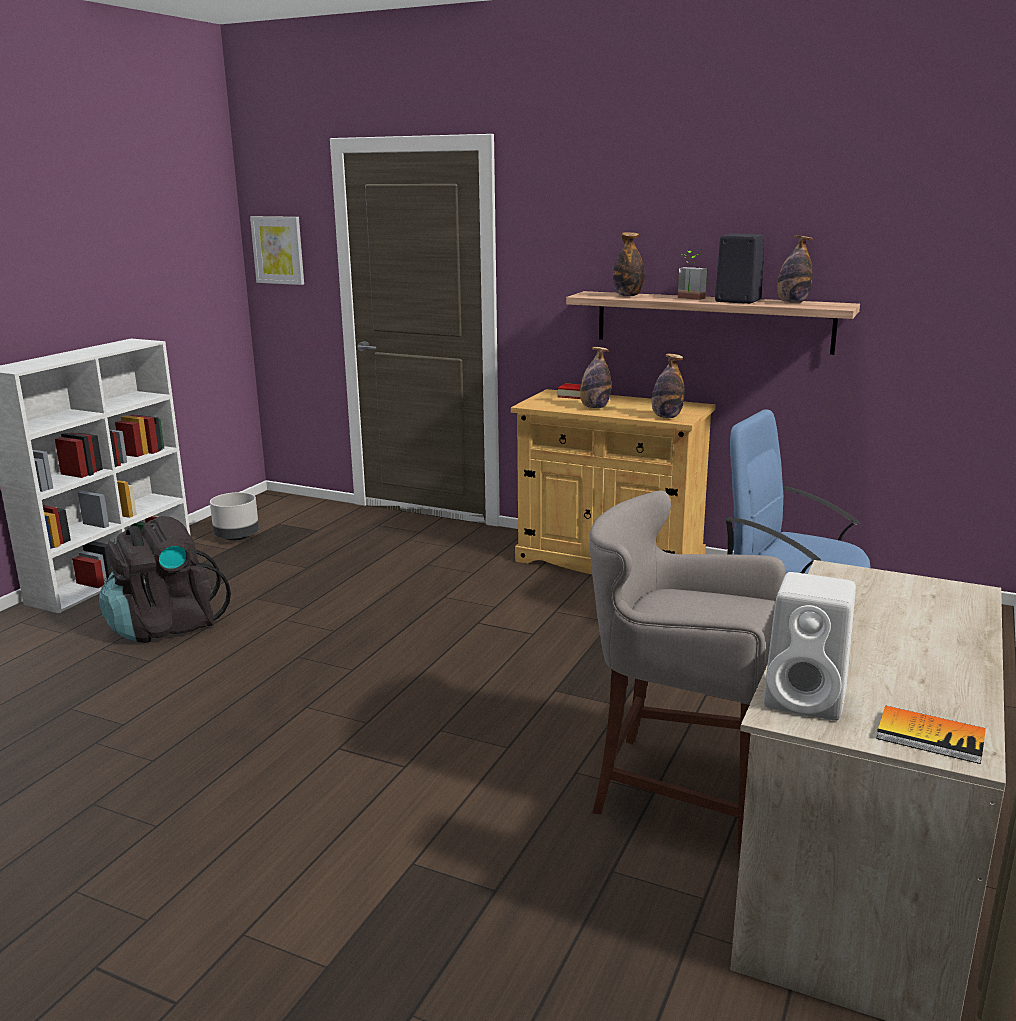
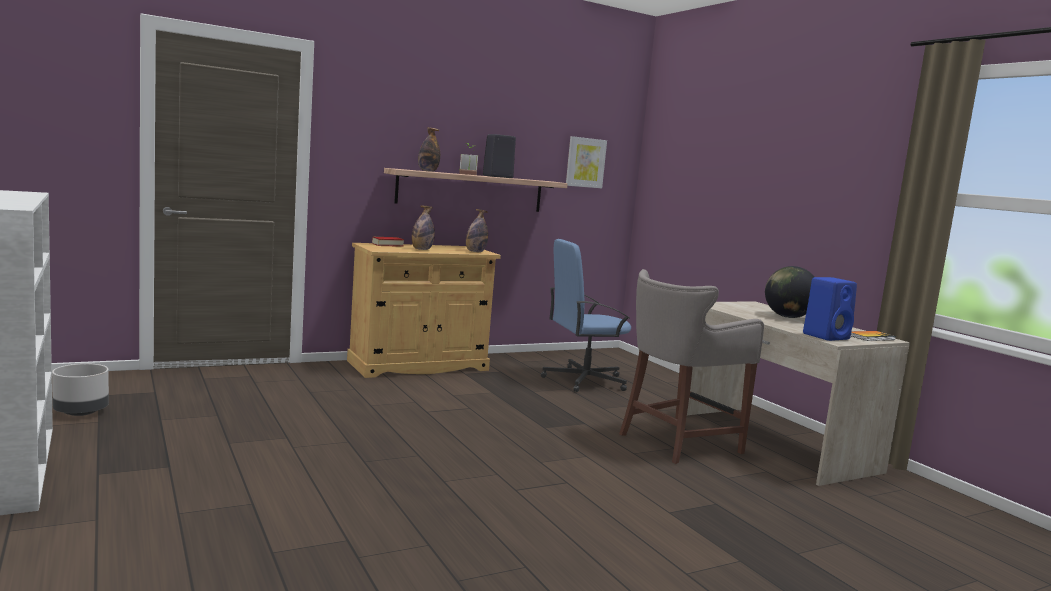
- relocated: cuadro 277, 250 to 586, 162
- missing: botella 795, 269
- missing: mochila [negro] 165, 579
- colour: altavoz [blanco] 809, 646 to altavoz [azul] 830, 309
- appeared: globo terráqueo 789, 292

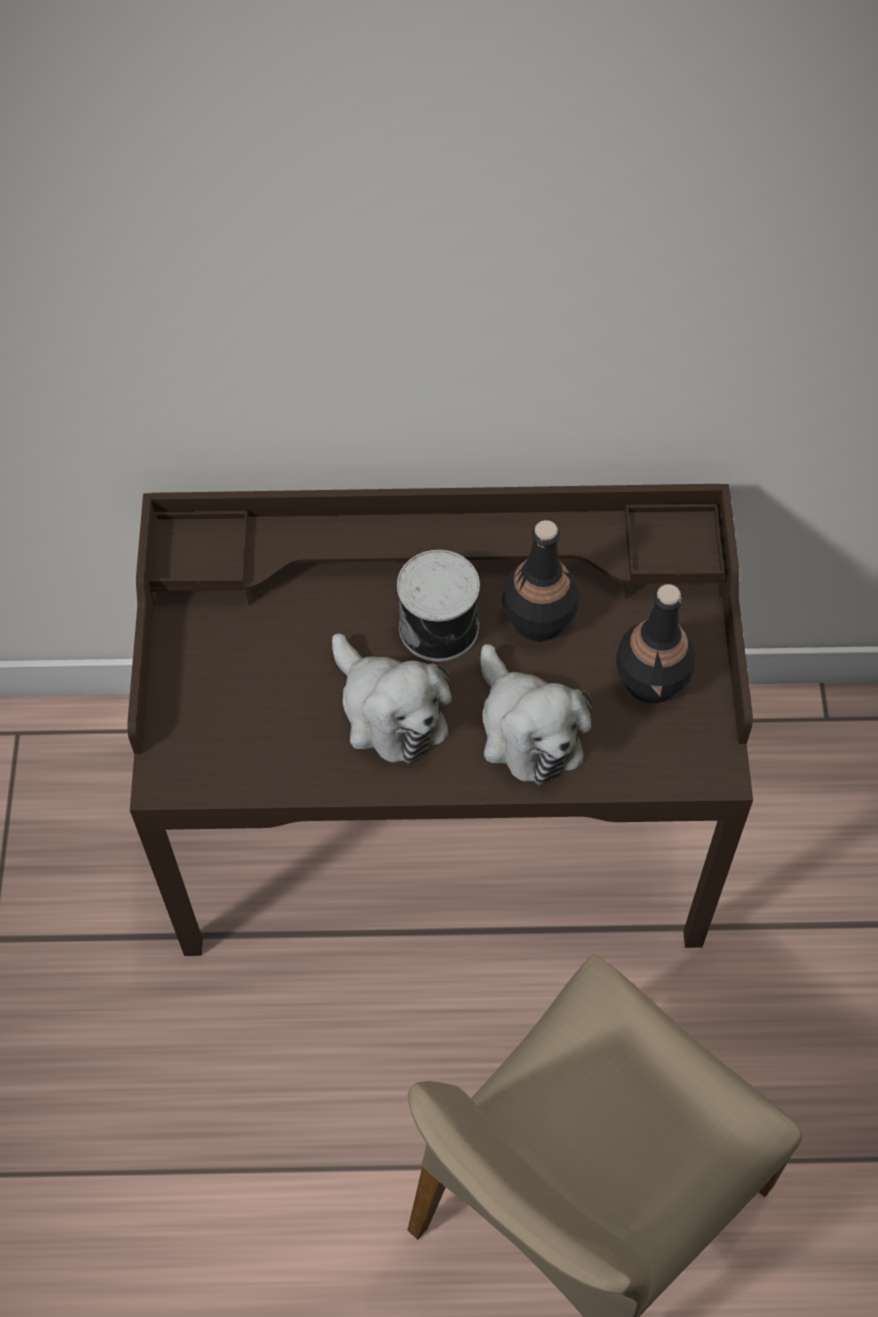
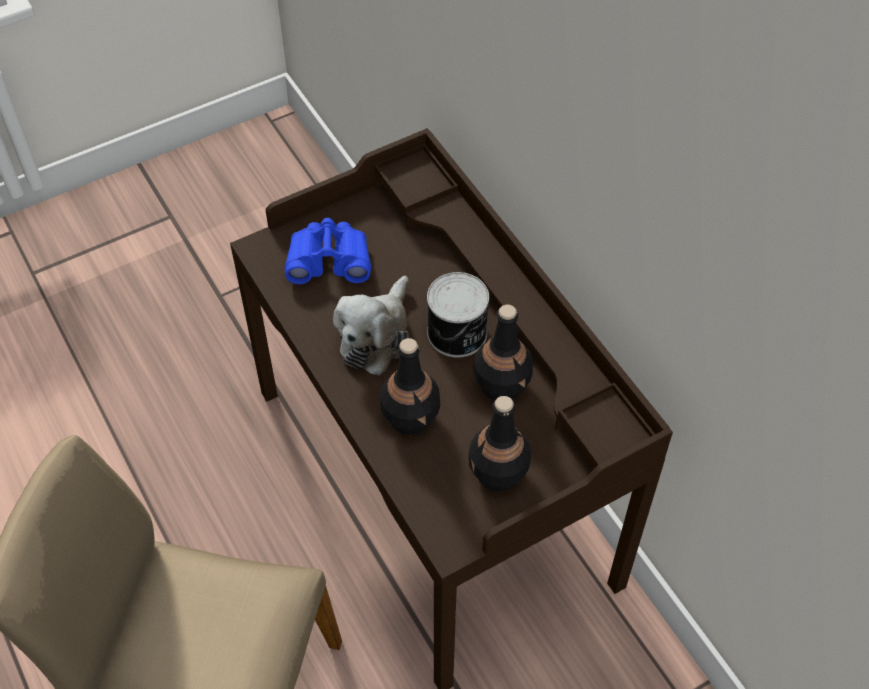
- exchanged: peluche 536, 714 to botella [negro] 410, 386
- appeared: prismáticos [azul] 328, 251

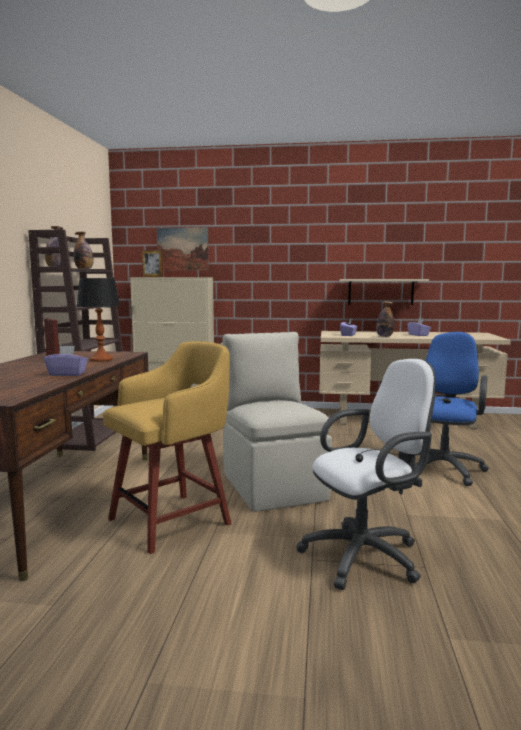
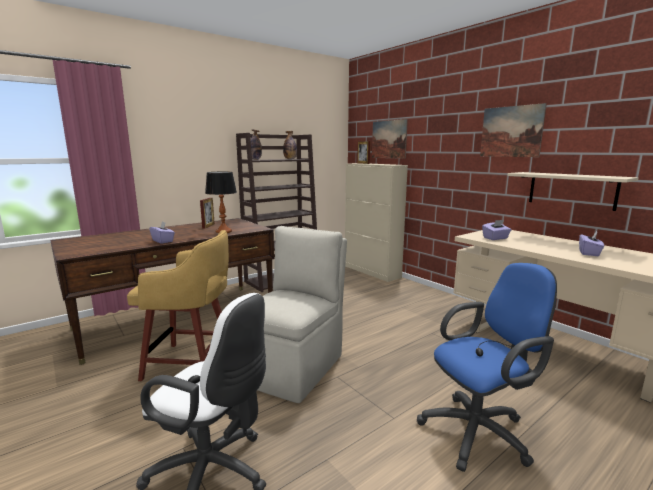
- missing: botella 385, 319
- appeared: cuadro 513, 130

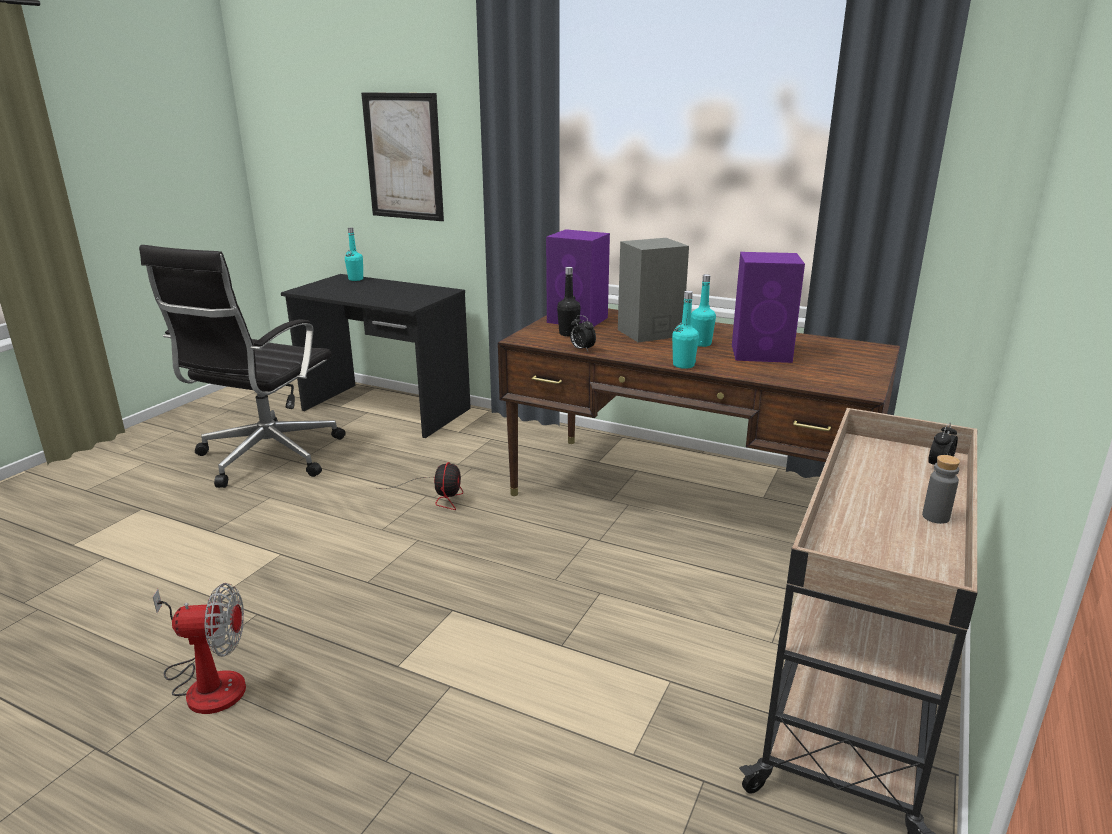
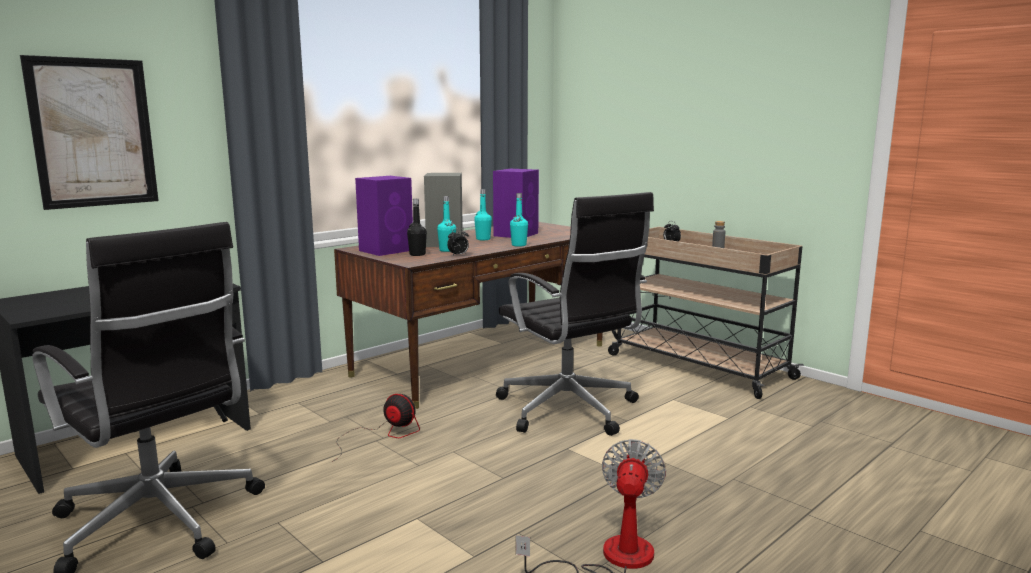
- relocated: botella [turquesa] 354, 254 to 446, 224
- appeared: silla de oficina [negro] 575, 314

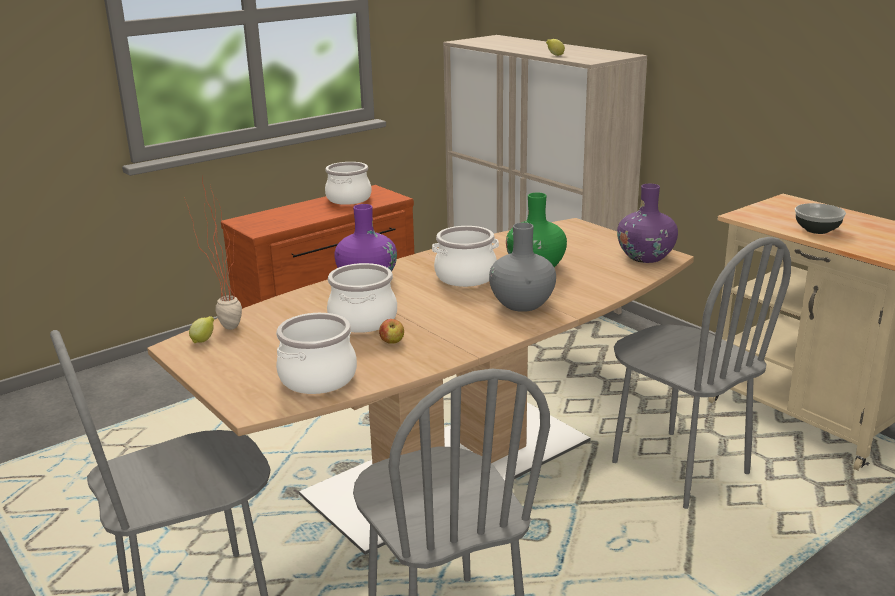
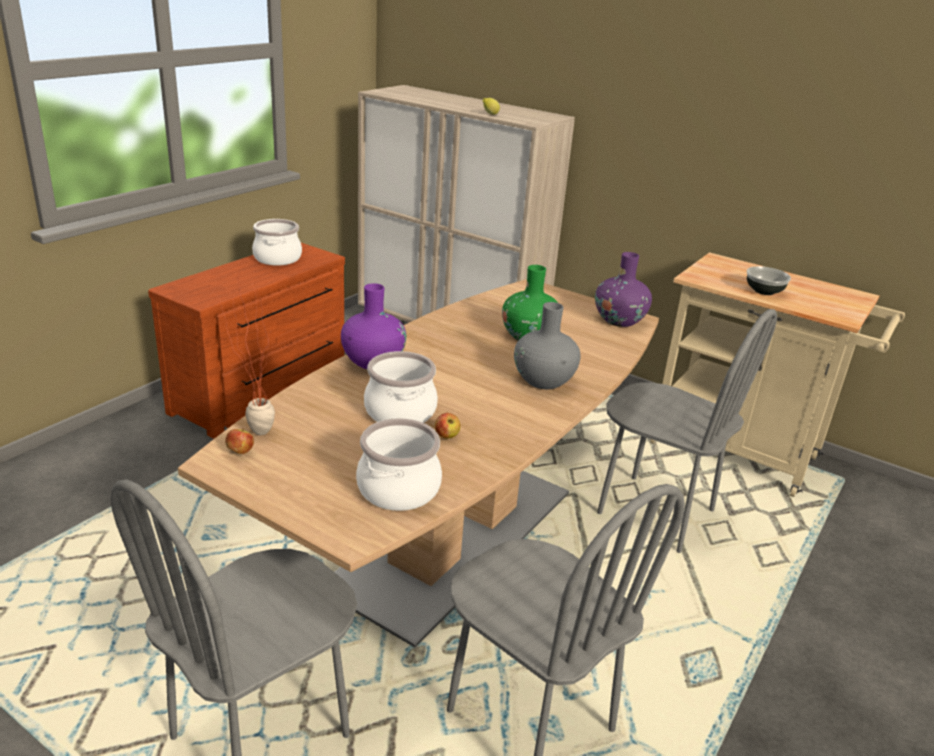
- missing: olla 465, 256
- exchanged: limón 201, 329 to manzana 239, 441

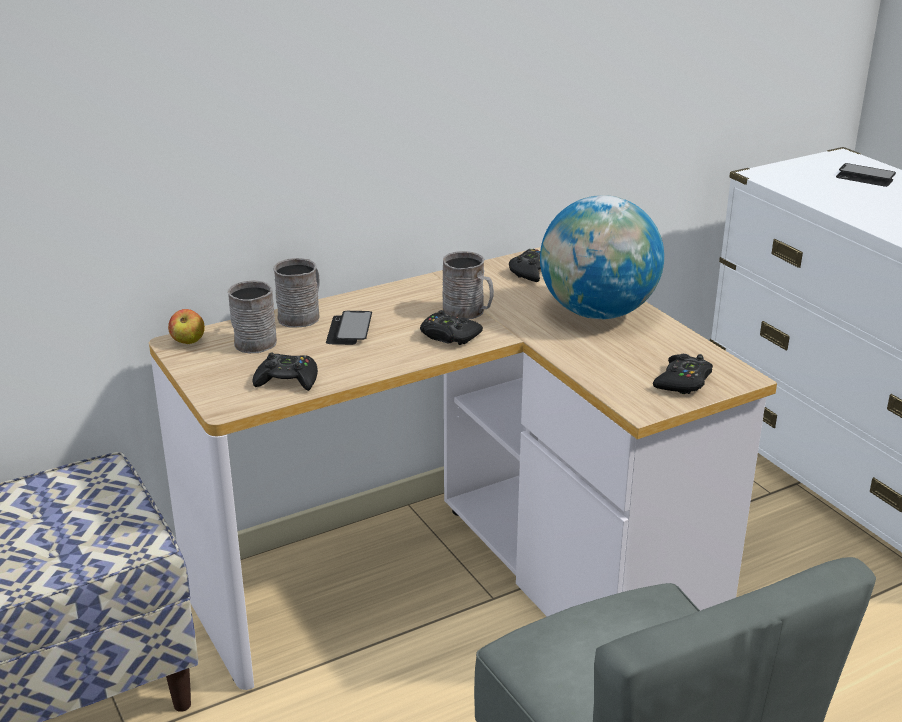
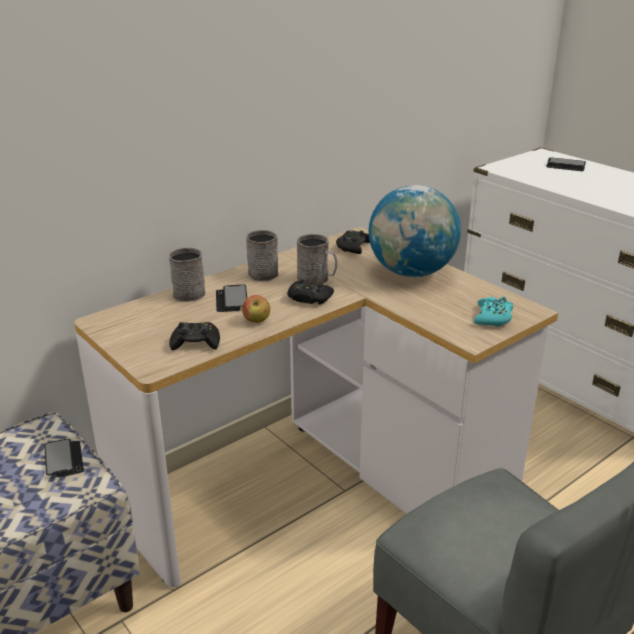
- relocated: taza grande [gris] 252, 316 to 262, 255
- relocated: manzana 186, 326 to 256, 309
- colour: mando de consola [negro] 683, 374 to mando de consola [turquesa] 493, 311
- appeared: móvil 64, 458

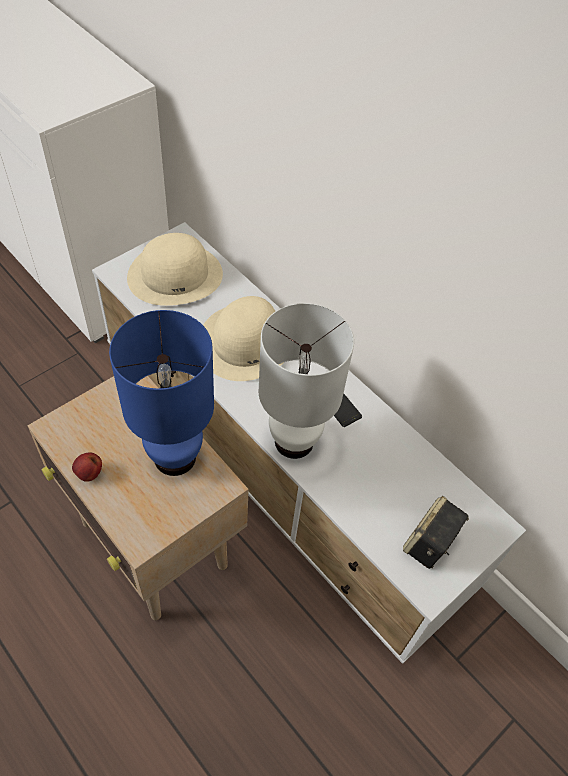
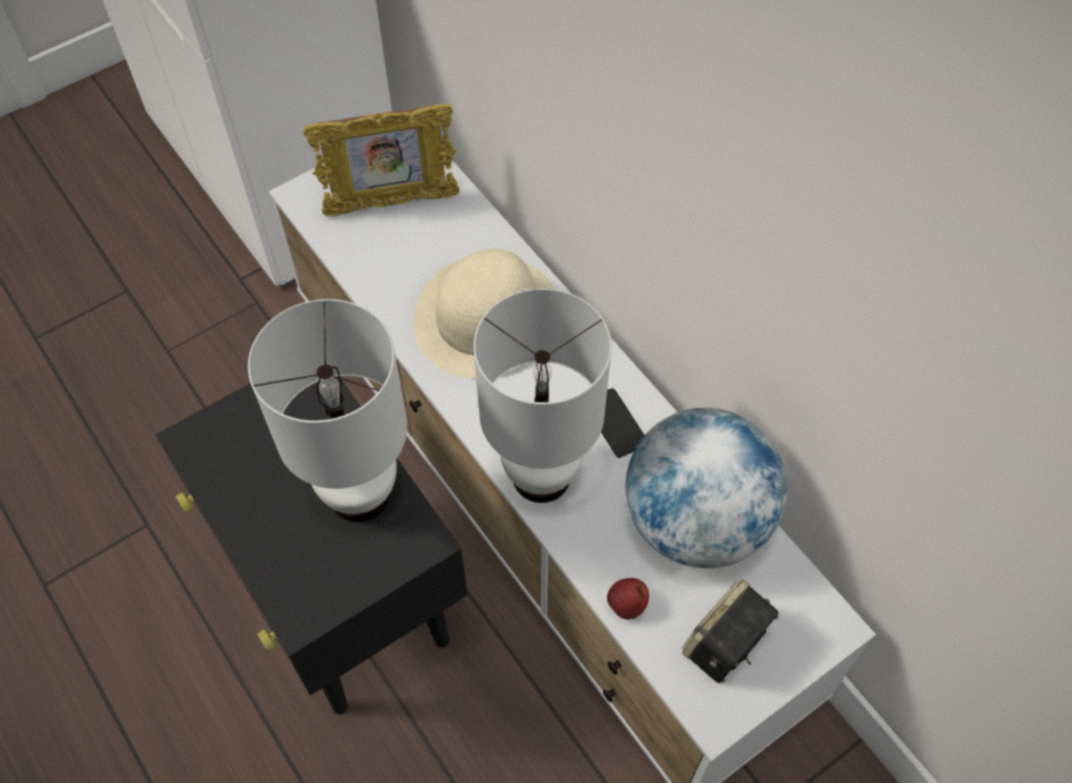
- exchanged: sombrero [beis] 175, 269 to portarretratos 381, 160
- colour: lámpara de mesa [azul] 161, 393 to lámpara de mesa [blanco] 327, 410
- colour: mesa auxiliar [beis] 138, 498 to mesa auxiliar [negro] 312, 545
- relocated: manzana 87, 467 to 628, 598
- appeared: globo terráqueo 706, 488

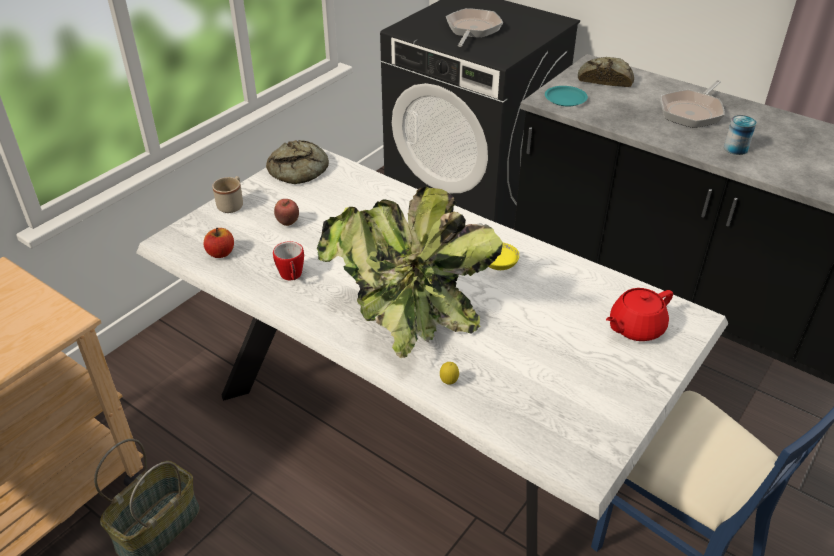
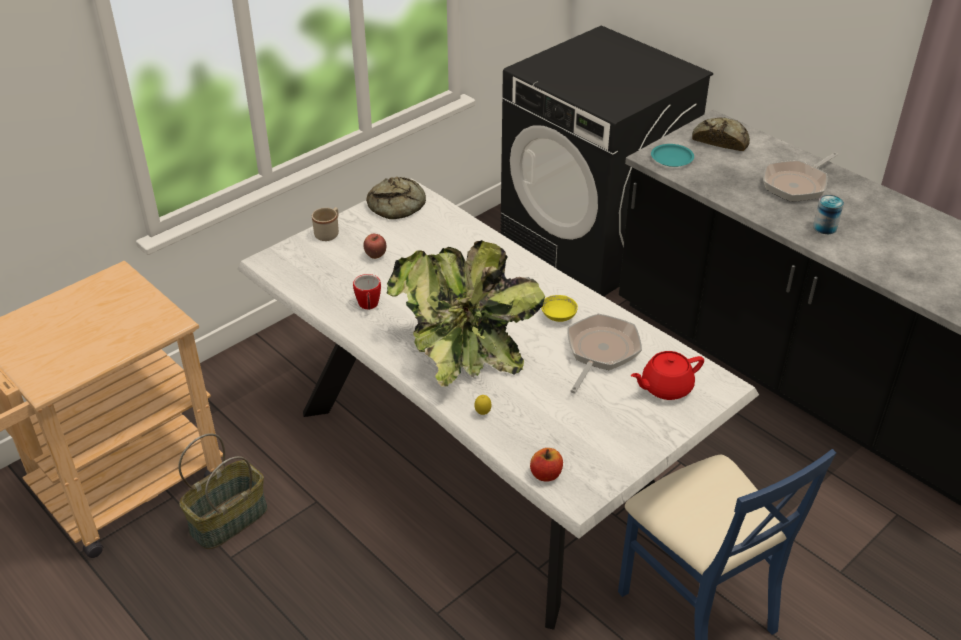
- relocated: sartén 474, 27 to 605, 353
- relocated: manzana 219, 243 to 546, 465

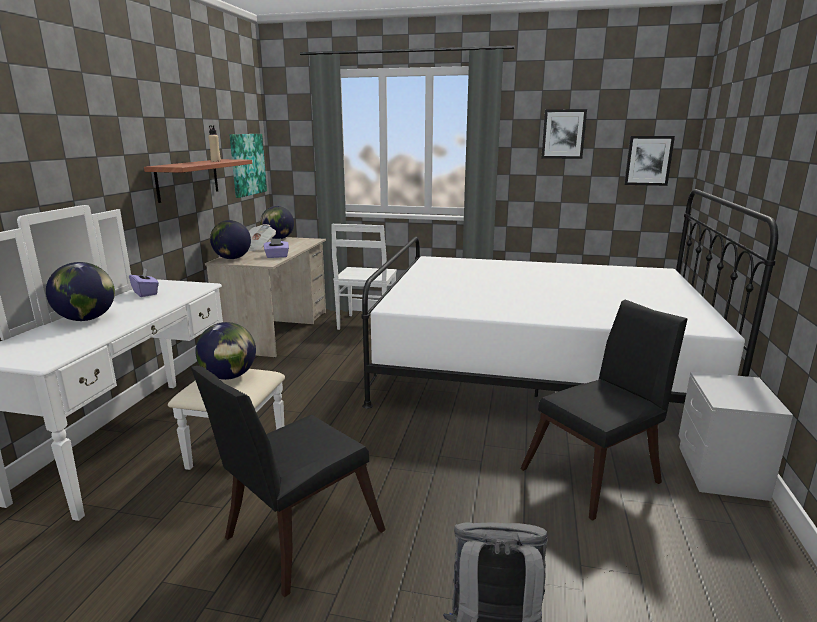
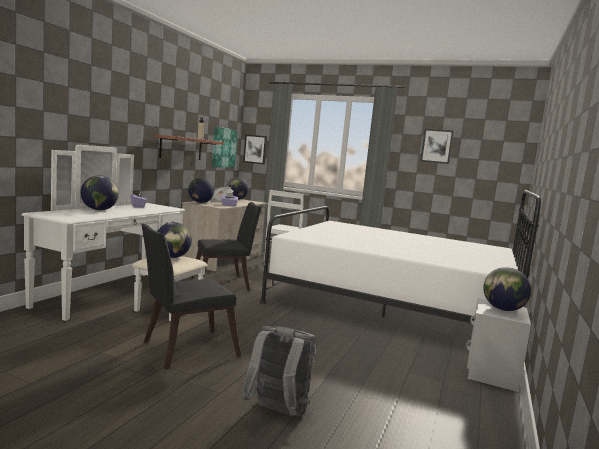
- relocated: cuadro 649, 161 to 255, 149
- relocated: silla [negro] 604, 410 to 226, 246
- appeared: globo terráqueo 507, 289

